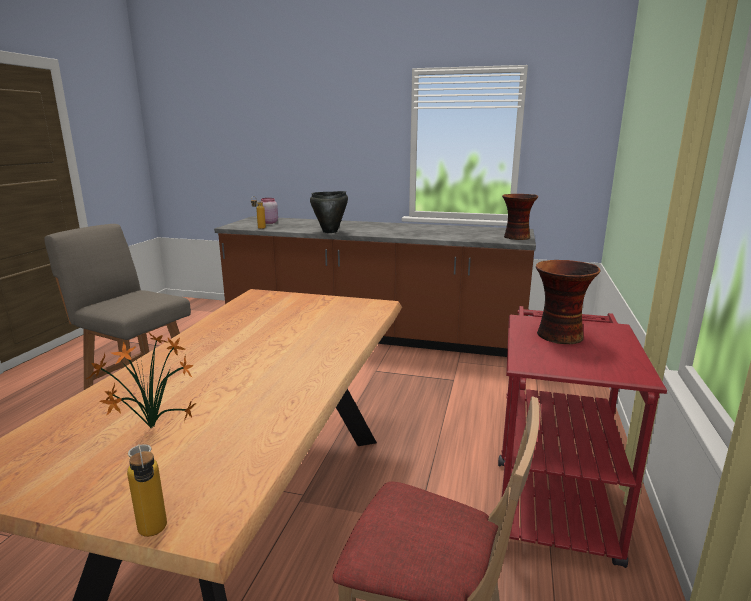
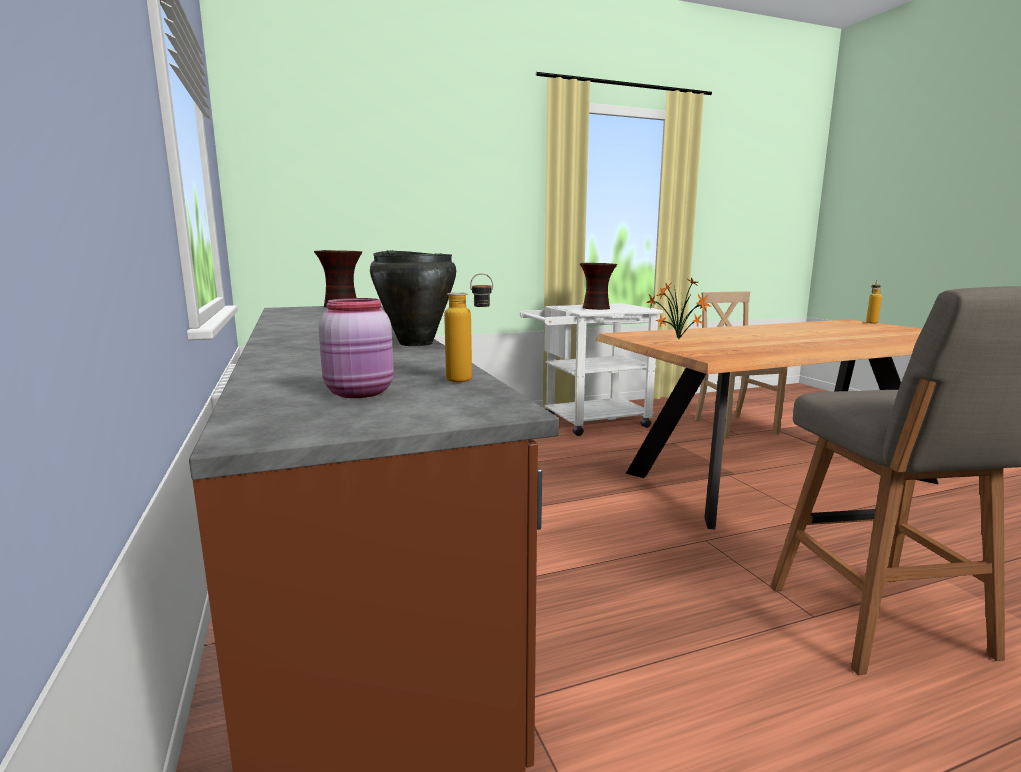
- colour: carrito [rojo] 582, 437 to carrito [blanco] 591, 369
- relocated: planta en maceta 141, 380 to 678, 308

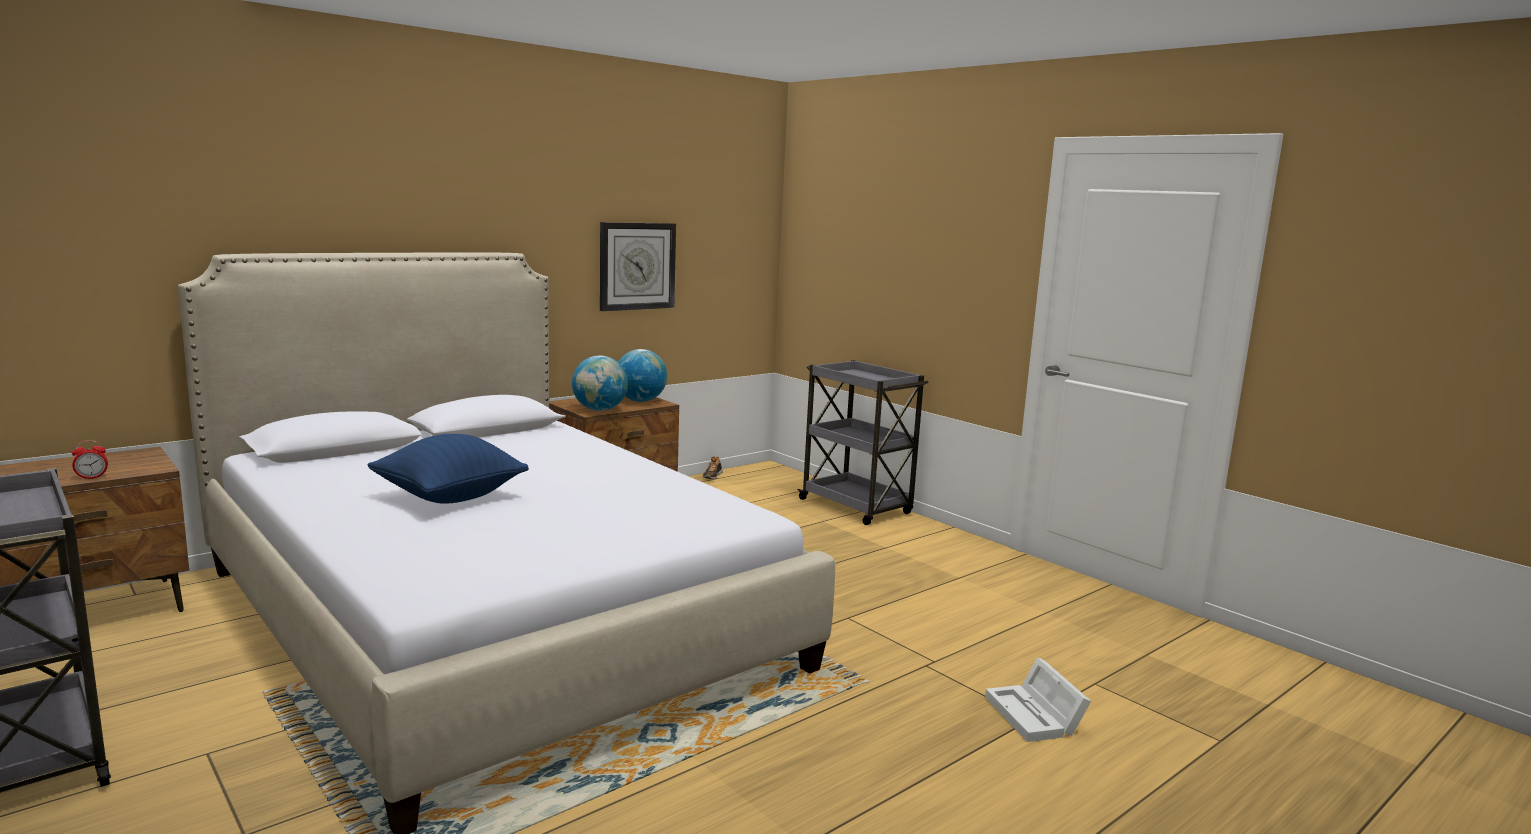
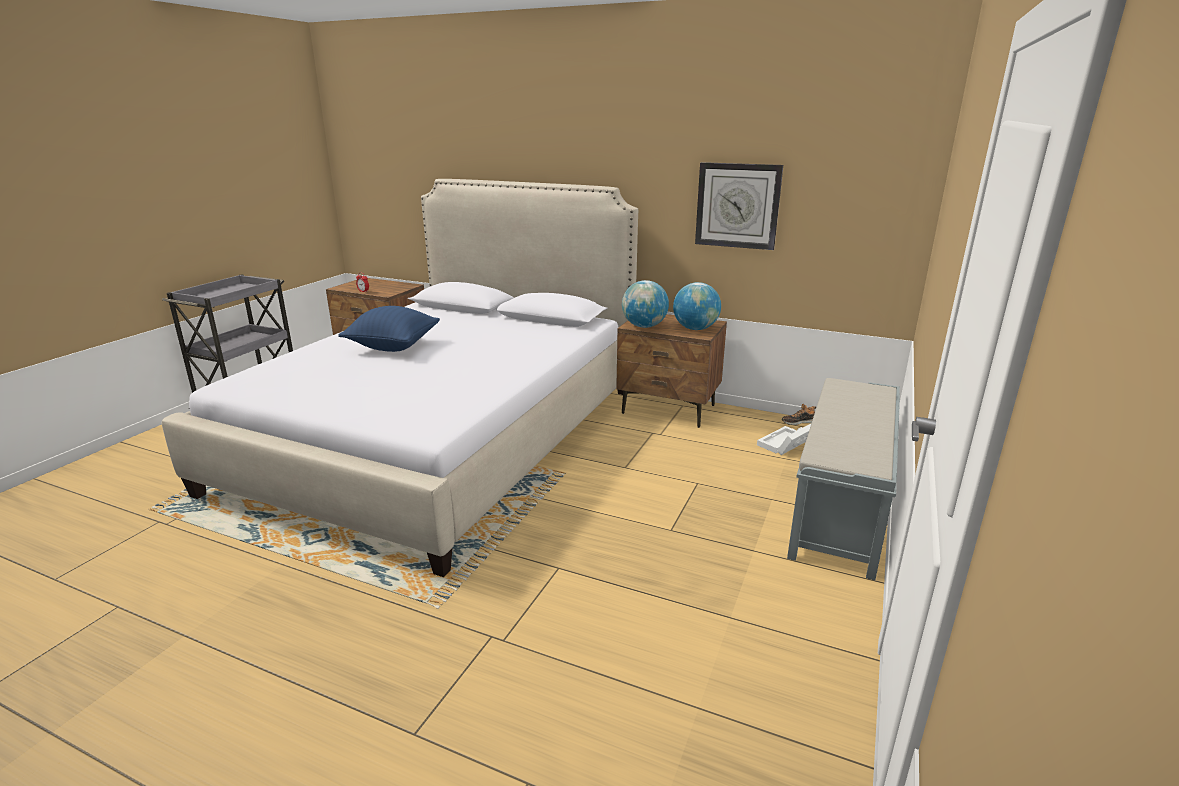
- exchanged: carrito [gris] 863, 442 to banco [gris] 843, 479
- relocated: caja de almacenaje [blanco] 1038, 699 to 784, 439

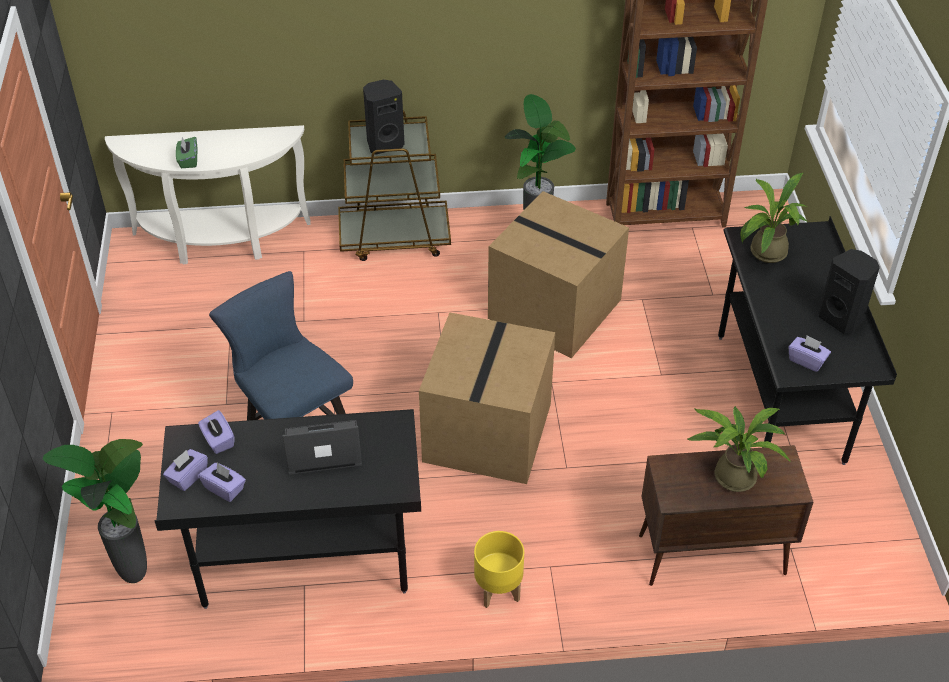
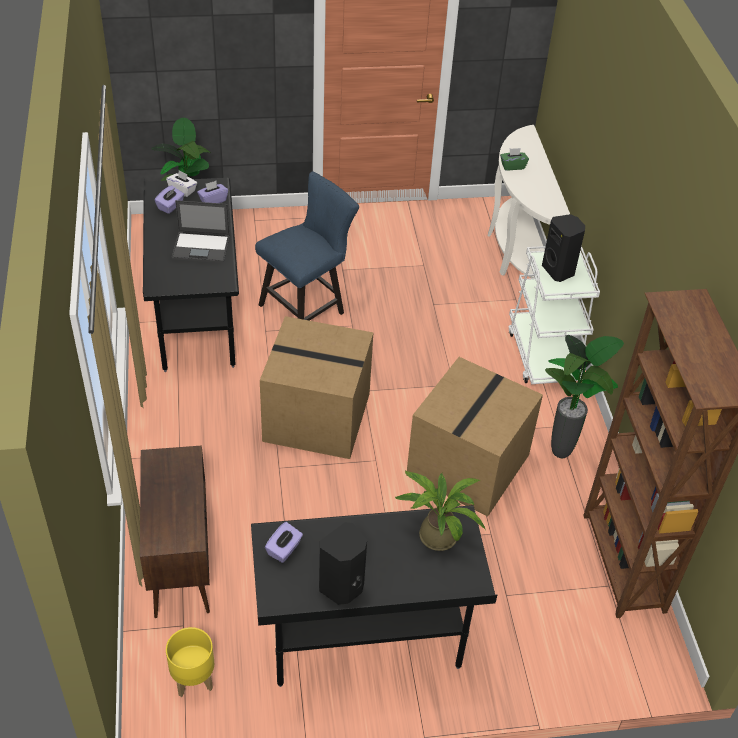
- colour: carrito [marrón] 394, 185 to carrito [blanco] 554, 315
- missing: planta en maceta 738, 449
- spun: portátil 322, 447 = 201, 231 105 degrees clockwise
- colour: caja de pañuelos [morado] 185, 470 to caja de pañuelos [blanco] 181, 183
- relocated: maceta [amarillo] 499, 569 to 190, 662

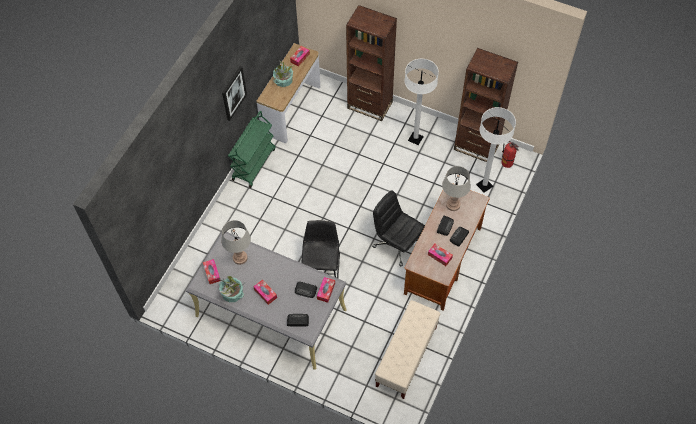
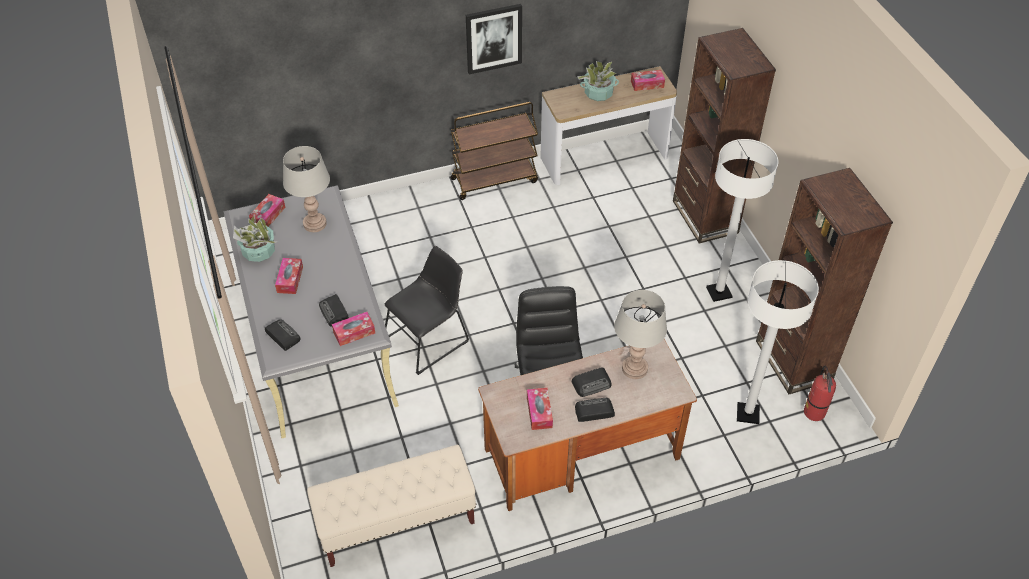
- colour: carrito [verde] 251, 149 to carrito [marrón] 494, 151

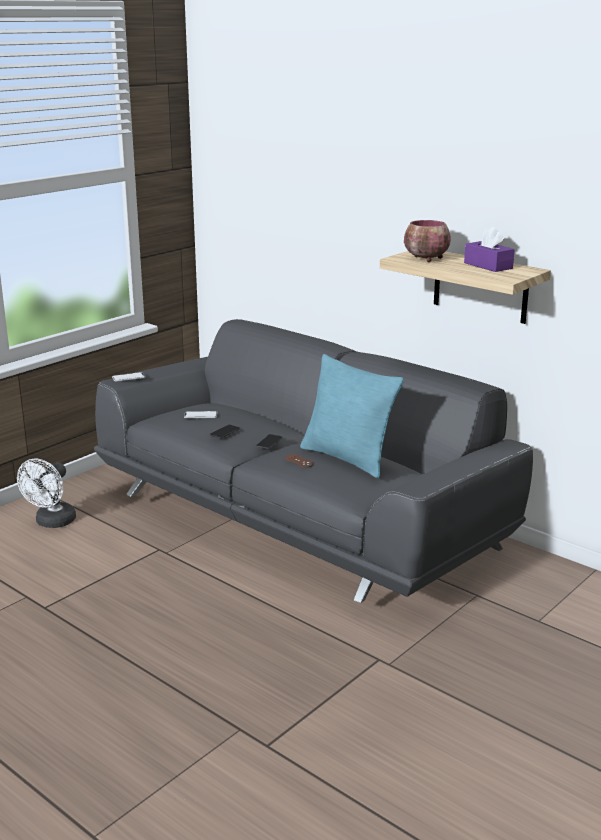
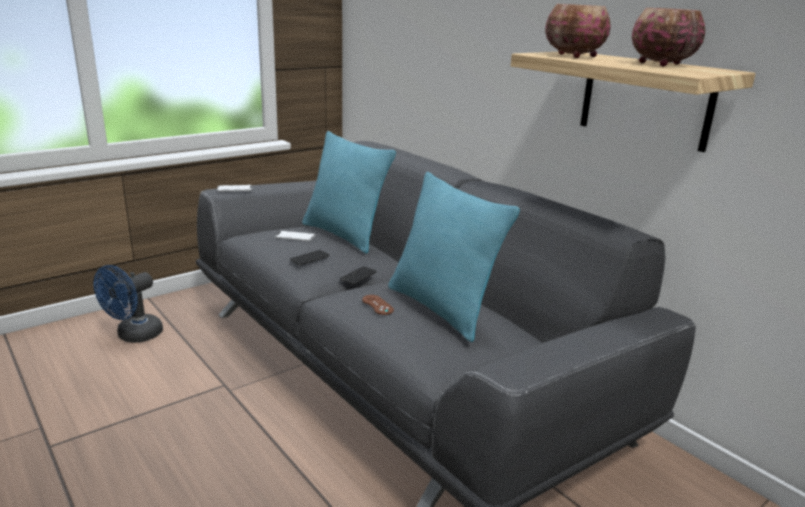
- exchanged: caja de pañuelos [morado] 489, 249 to cuenco 668, 37
- colour: ventilador [blanco] 46, 493 to ventilador [azul] 128, 304
- appeared: cojín [turquesa] 349, 192

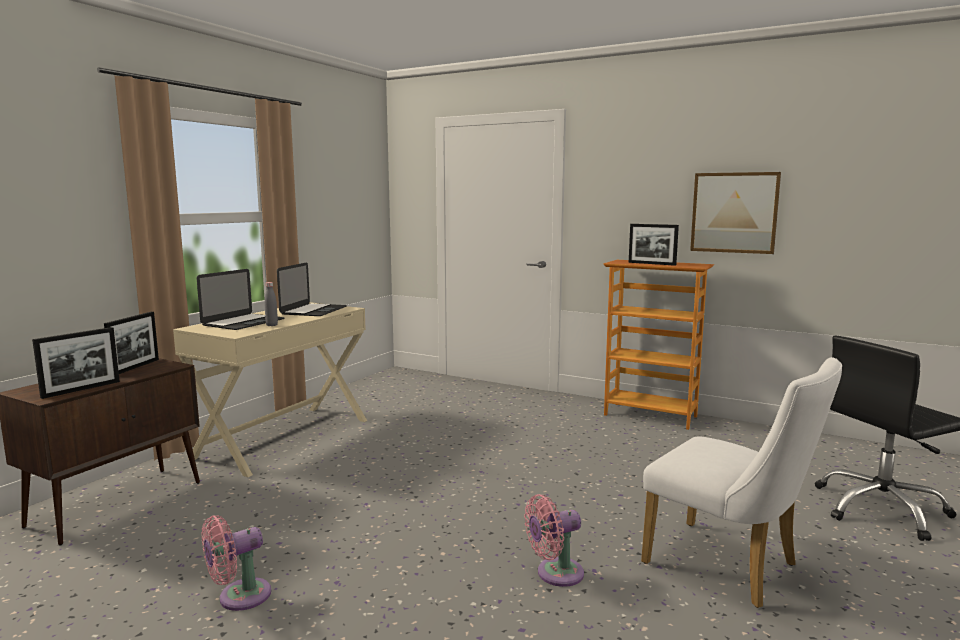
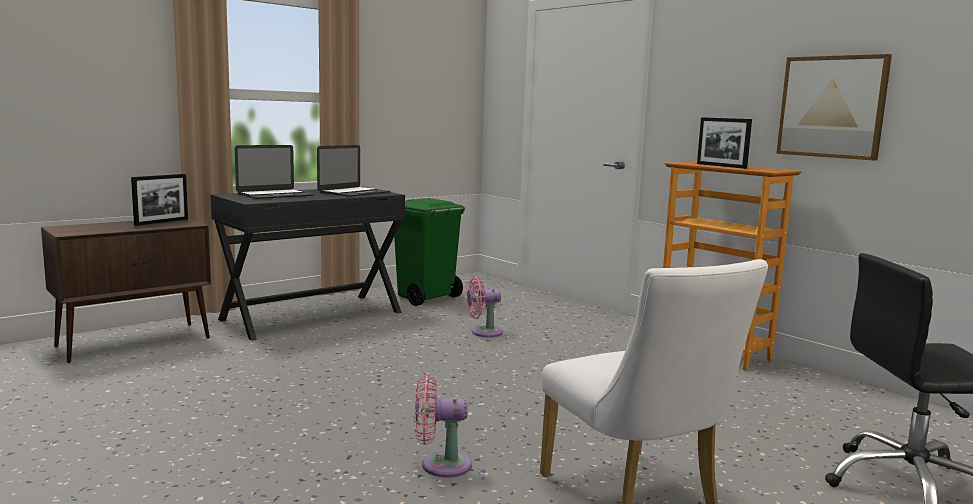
- missing: botella [gris] 271, 304
- colour: escritorio [beis] 270, 389 to escritorio [negro] 308, 264
- missing: portarretratos 76, 363
- relocated: ventilador [rosa] 236, 563 to 484, 307
- appeared: papelera [verde] 429, 252

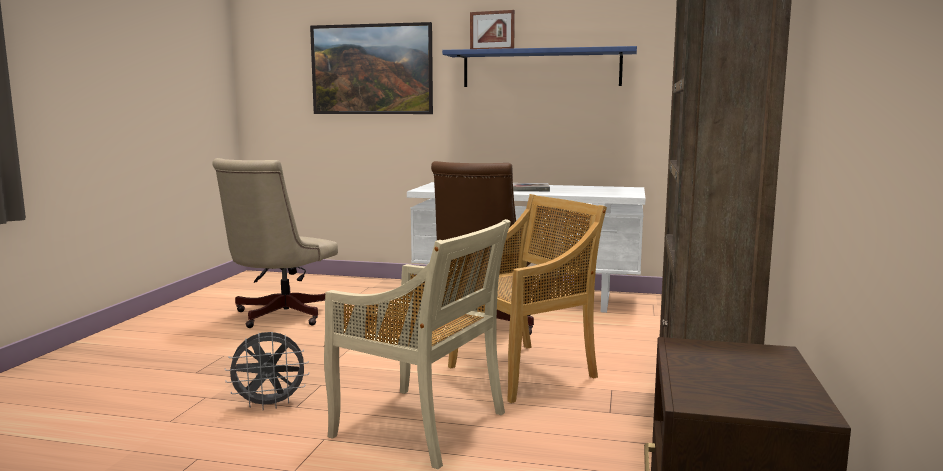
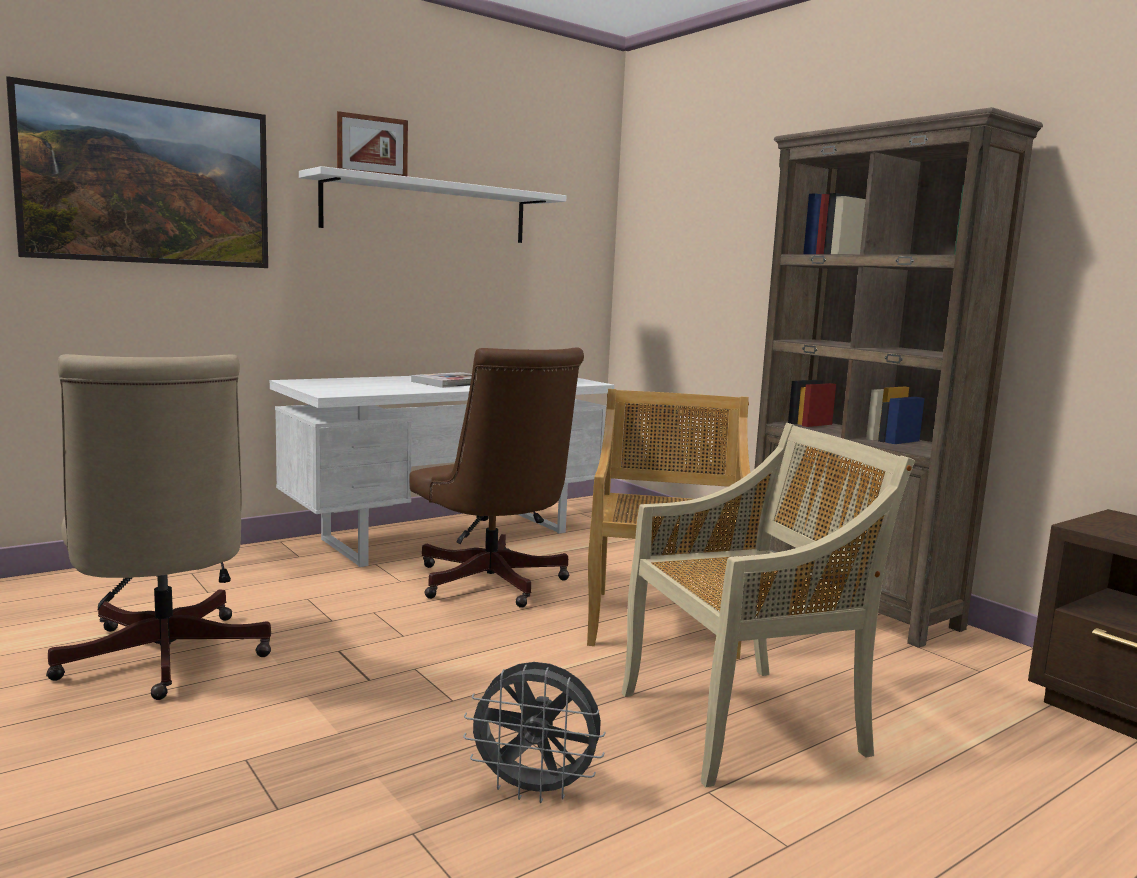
- colour: estante [azul] 539, 66 to estante [blanco] 432, 204
- spun: ventilador [gris] 267, 371 = 534, 732 75 degrees clockwise

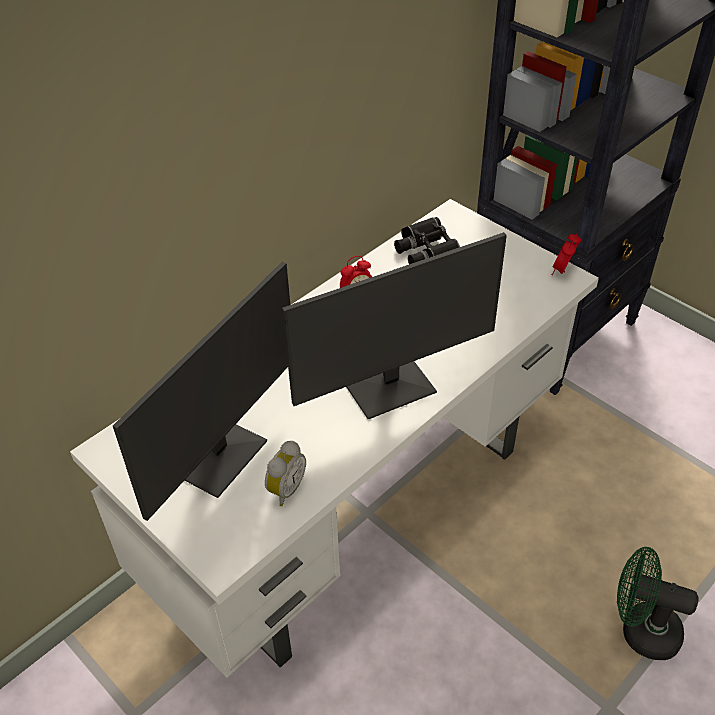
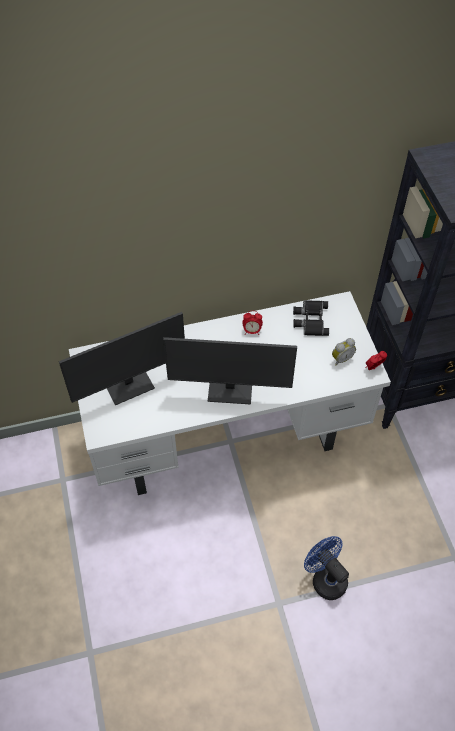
- relocated: despertador 285, 473 to 344, 351
- colour: ventilador [verde] 658, 603 to ventilador [azul] 326, 568

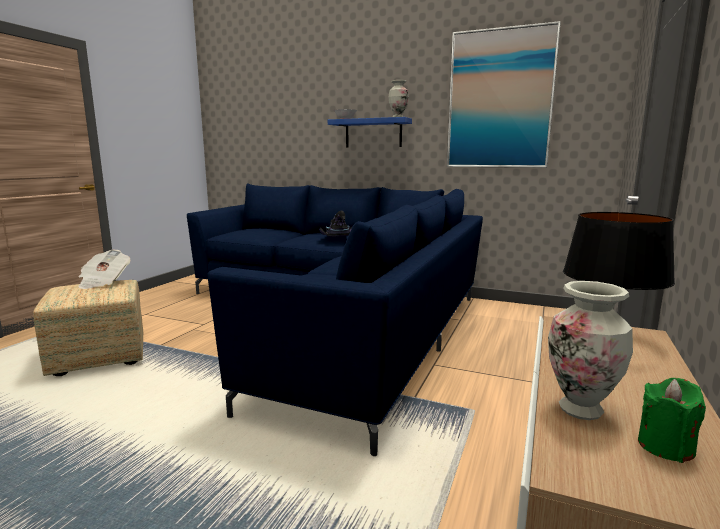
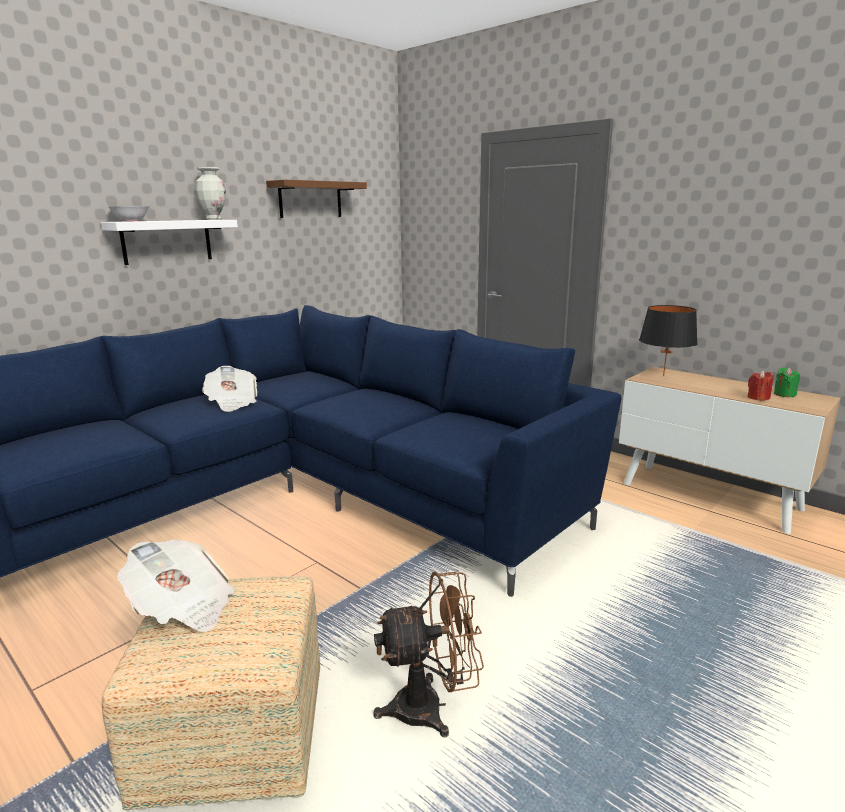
- exchanged: cuadro 504, 94 to estante [marrón] 316, 199
- colour: estante [azul] 370, 132 to estante [blanco] 169, 242
- exchanged: sombrero [negro] 336, 224 to periódico 229, 389
- exchanged: florero 590, 350 to vela [rojo] 760, 385
- appeared: ventilador [marrón] 428, 654

